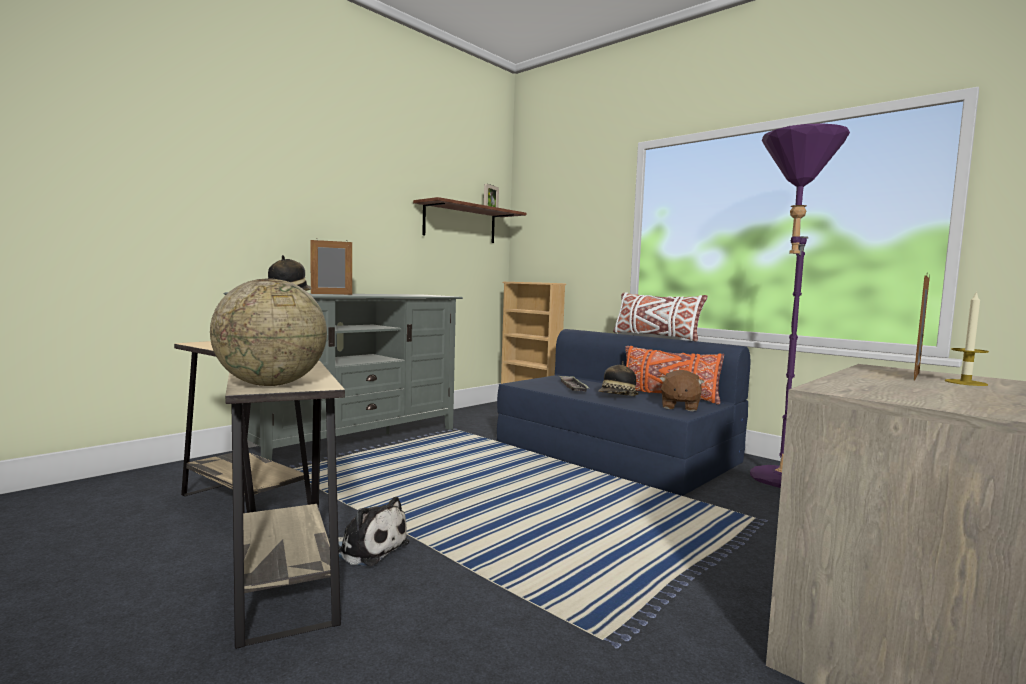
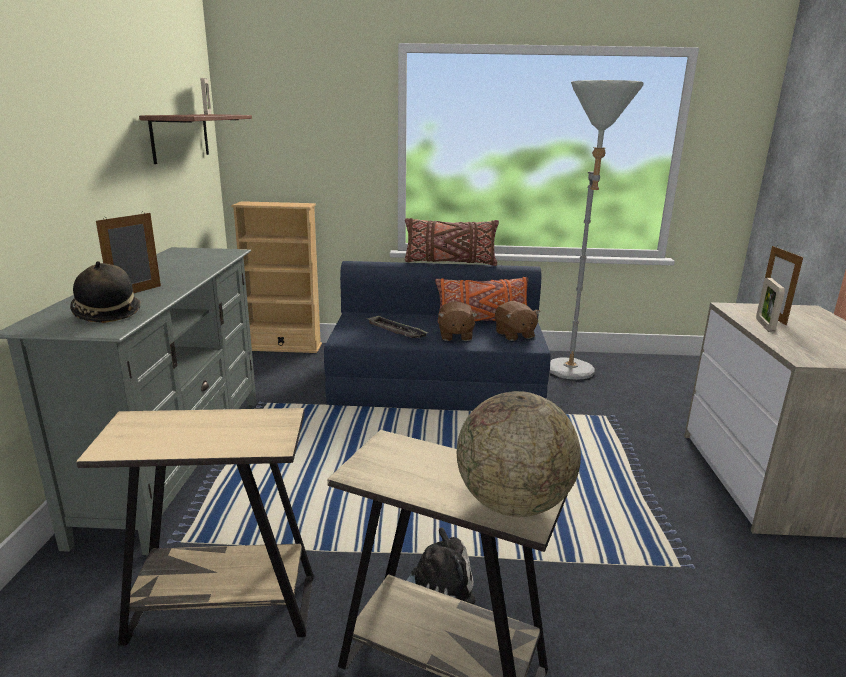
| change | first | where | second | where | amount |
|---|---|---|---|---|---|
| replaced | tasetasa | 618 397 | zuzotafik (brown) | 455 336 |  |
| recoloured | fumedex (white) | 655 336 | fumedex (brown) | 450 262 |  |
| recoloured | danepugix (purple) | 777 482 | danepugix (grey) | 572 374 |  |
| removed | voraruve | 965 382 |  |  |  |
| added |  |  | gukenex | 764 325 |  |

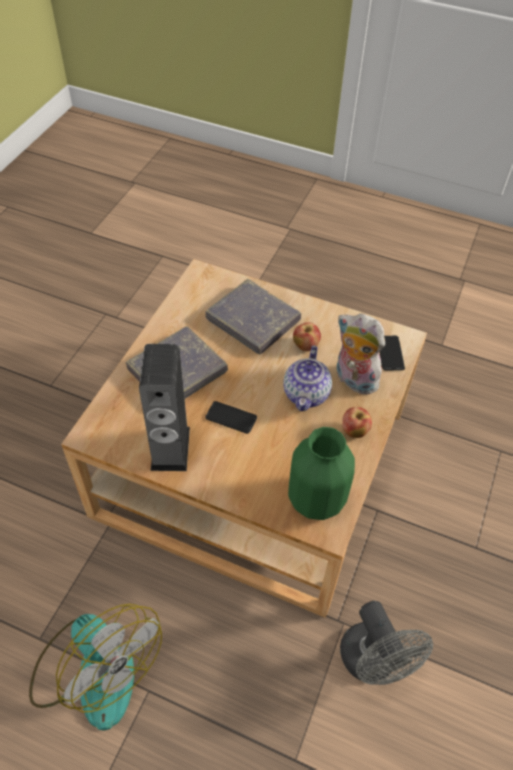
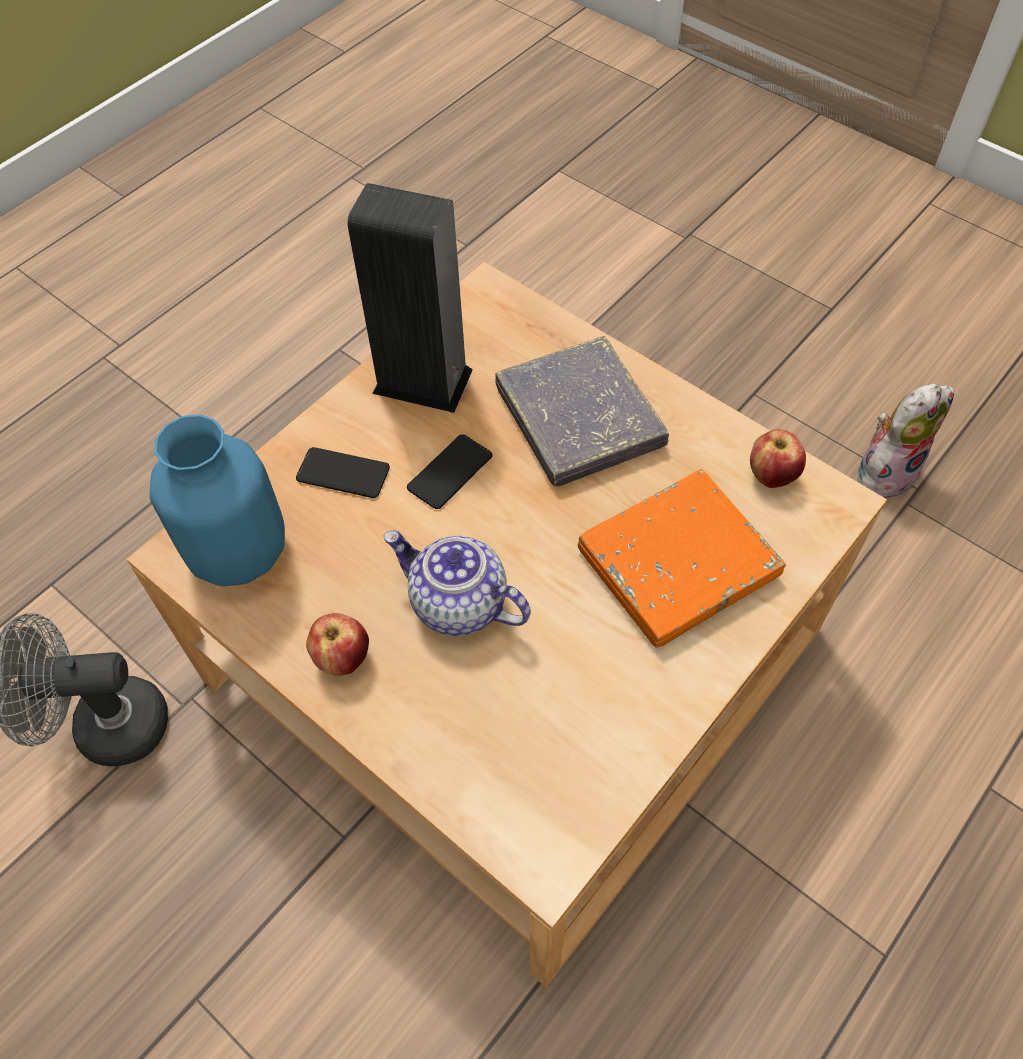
| change | first | where | second | where | amount |
|---|---|---|---|---|---|
| removed | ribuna | 95 669 |  |  |  |
| recoloured | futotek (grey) | 253 320 | futotek (orange) | 677 563 |  |
| recoloured | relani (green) | 315 498 | relani (blue) | 240 551 |  |
| moved | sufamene | 305 346 |  | 772 475 |  |
| moved | zuzotafik | 353 380 |  | 885 471 |  |
| moved | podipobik | 390 353 |  | 343 473 |  |

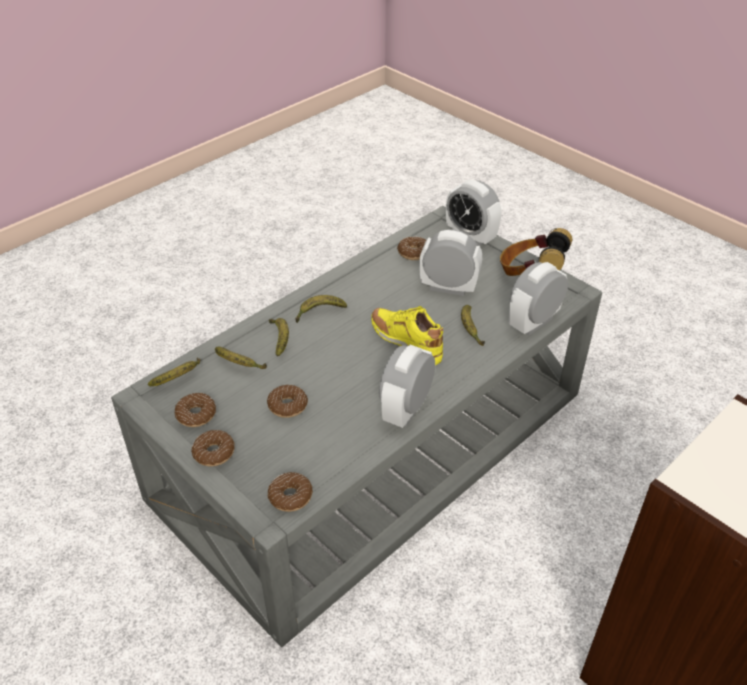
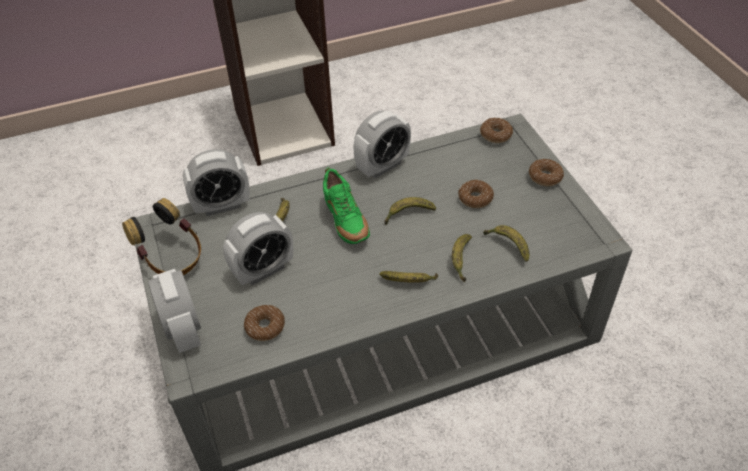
| change | first | where | second | where | amount |
|---|---|---|---|---|---|
| moved | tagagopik | 178 378 |  | 408 214 |  |
| removed | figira | 196 414 |  |  |  |
| recoloured | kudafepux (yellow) | 406 343 | kudafepux (green) | 345 223 |  |
| turned | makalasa | 448 288 |  | 263 270 | 75 degrees counterclockwise |

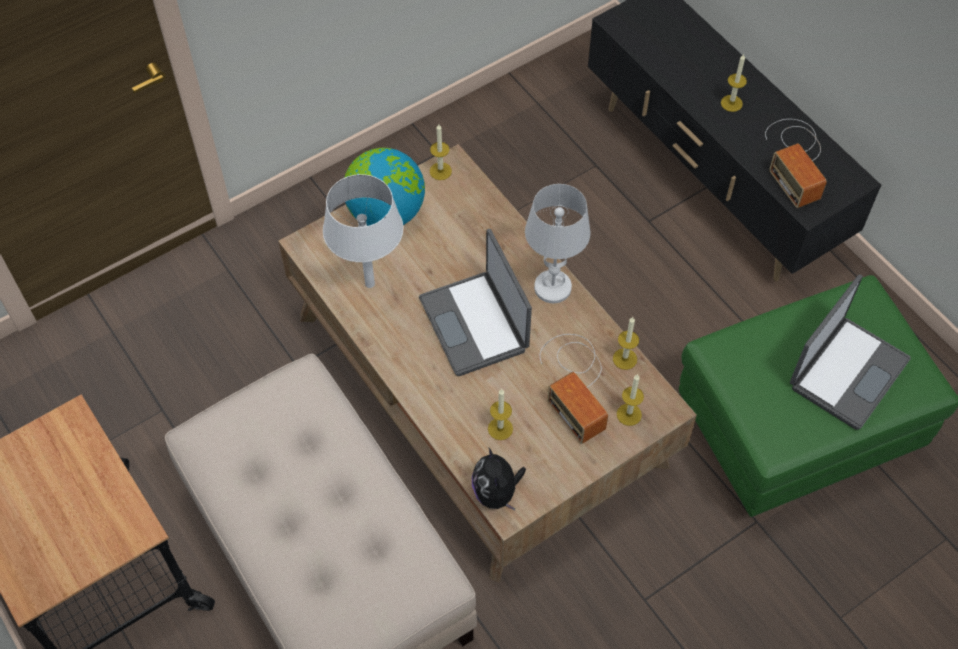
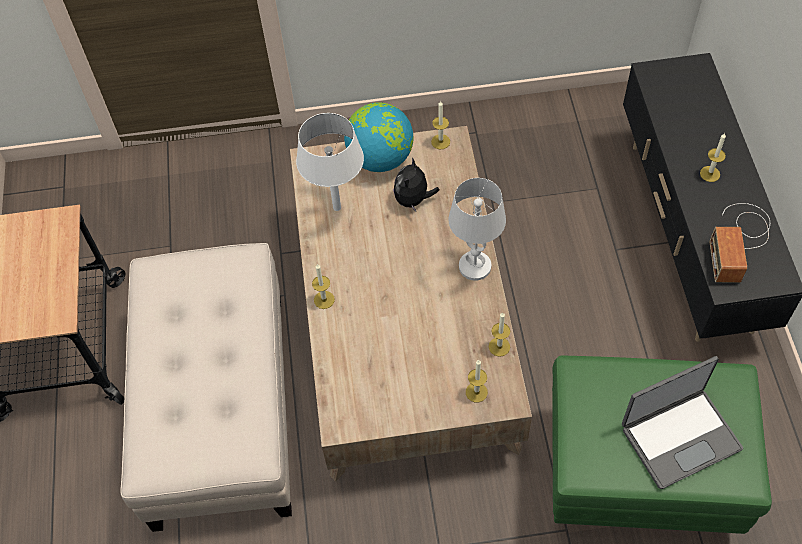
| change | first | where | second | where | amount |
|---|---|---|---|---|---|
| removed | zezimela | 475 324 |  |  |  |
| moved | zuzotafik | 496 493 |  | 413 200 |  |
| moved | voraruve | 500 428 |  | 324 300 |  |
| removed | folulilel | 575 383 |  |  |  |

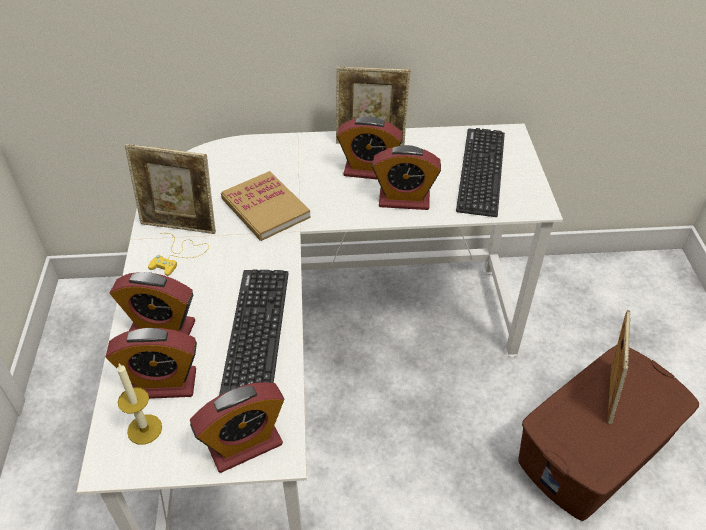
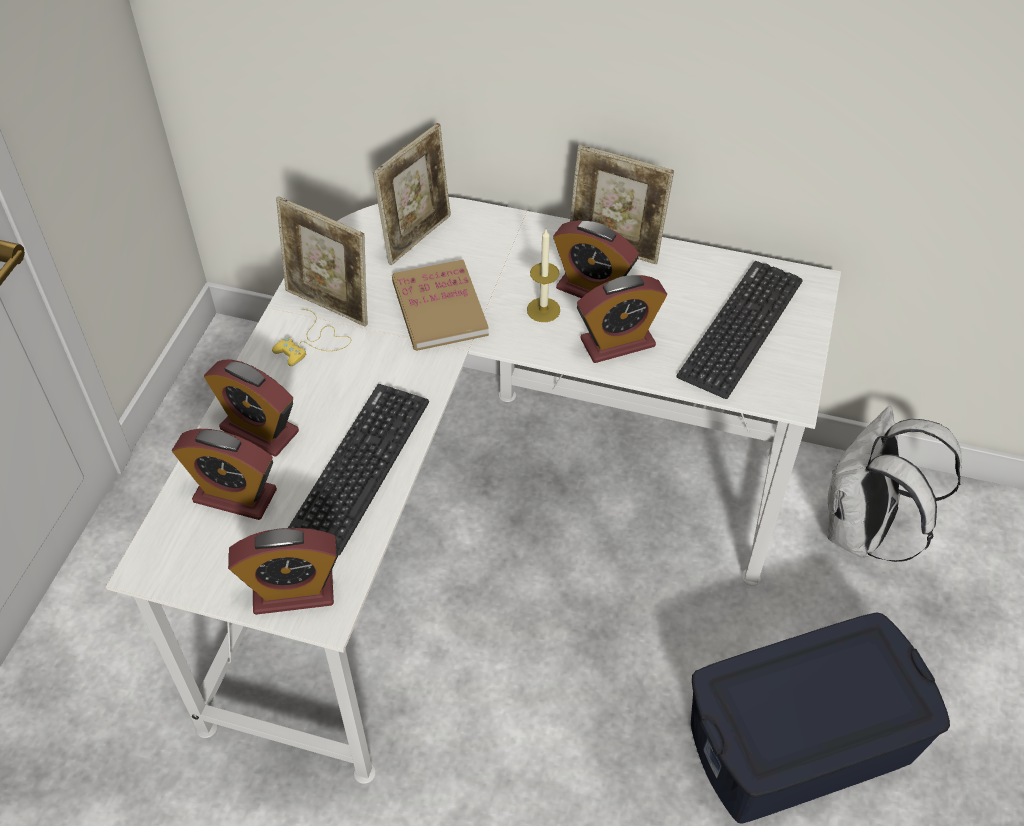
| change | first | where | second | where | amount |
|---|---|---|---|---|---|
| moved | voraruve | 144 429 |  | 543 310 |  |
| turned | makalasa | 404 200 |  | 617 343 | 45 degrees counterclockwise |
| recoloured | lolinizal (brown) | 595 450 | lolinizal (blue) | 801 743 |  |
| moved | gukenex | 607 393 |  | 417 237 |  |
| added |  |  | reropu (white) | 862 532 |  |

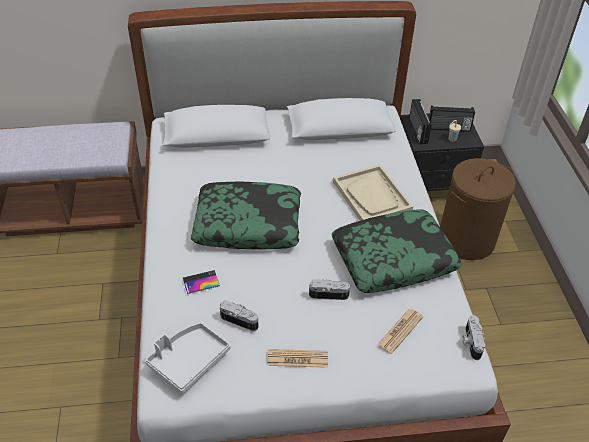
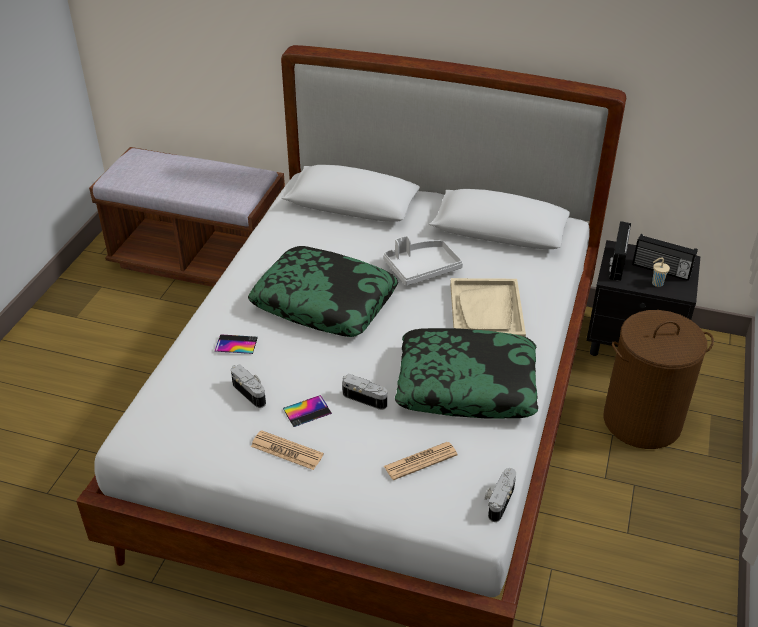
| change | first | where | second | where | amount |
|---|---|---|---|---|---|
| moved | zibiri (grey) | 188 361 |  | 421 269 |  |
| added |  |  | podipobik | 307 411 |  |

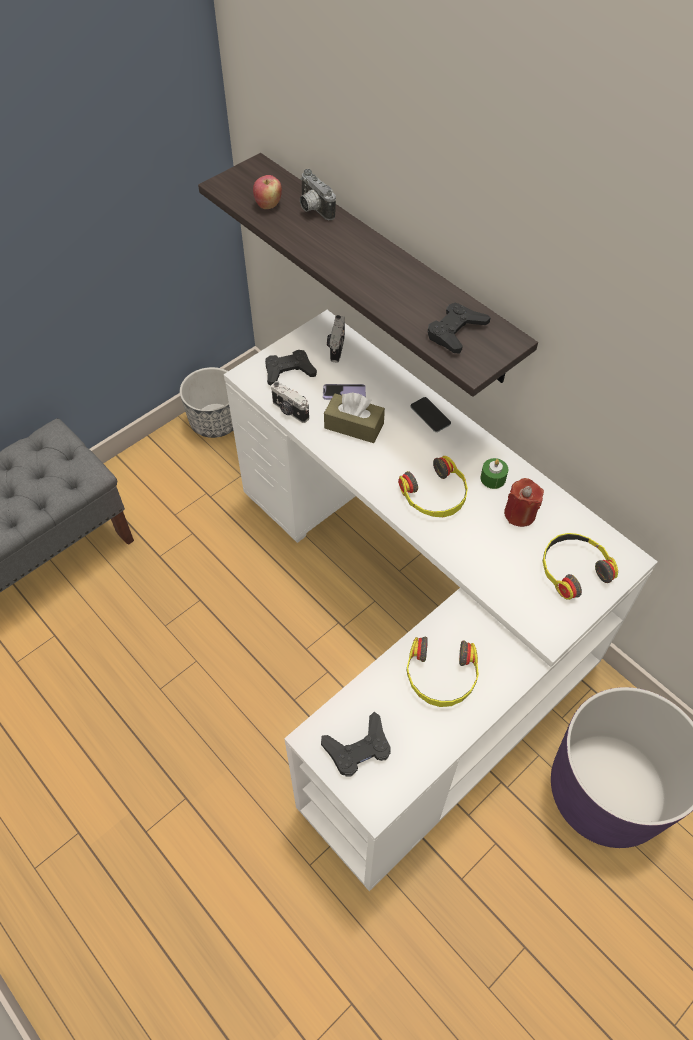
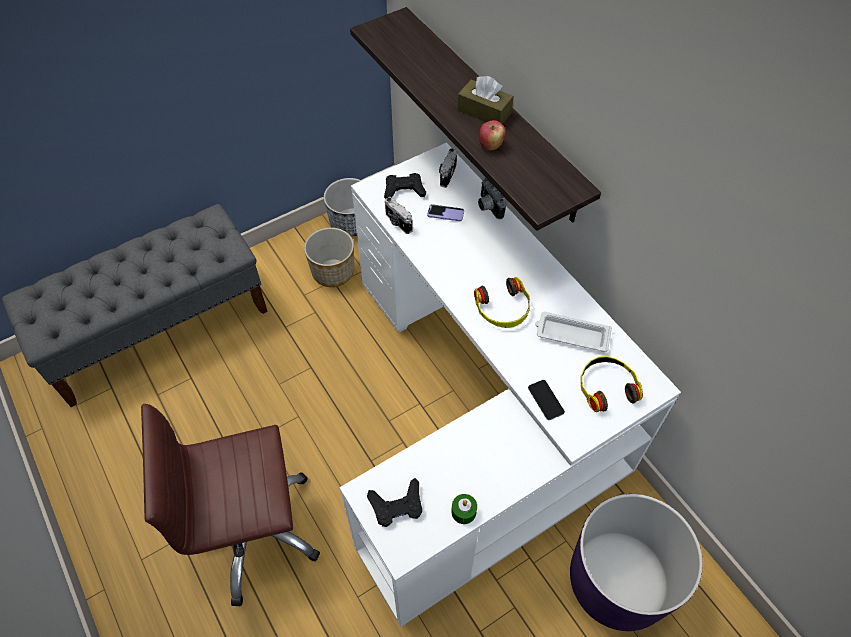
| change | first | where | second | where | amount |
|---|---|---|---|---|---|
| moved | sufamene | 268 205 |  | 490 145 |  |
| moved | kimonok | 313 209 |  | 487 207 |  |
| moved | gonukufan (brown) | 354 426 |  | 484 111 |  |
| removed | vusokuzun | 441 676 |  |  |  |
| moved | podipobik | 430 415 |  | 546 400 |  |
| removed | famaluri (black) | 455 332 |  |  |  |
| moved | voraruve (green) | 493 478 |  | 463 512 |  |
| replaced | voraruve (red) | 520 514 | zibiri (white) | 571 334 |  |
| added |  |  | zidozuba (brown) | 252 531 |  |
| added |  |  | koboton | 332 272 |  |

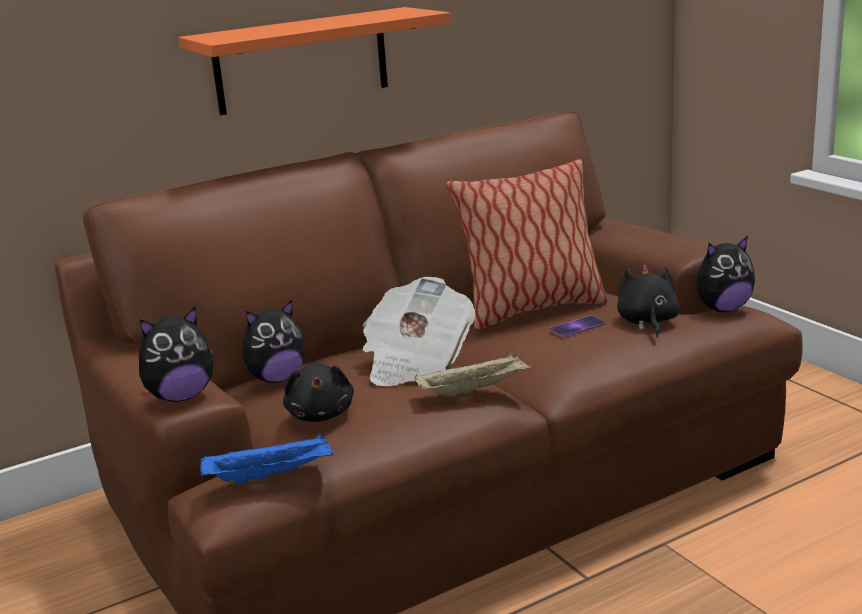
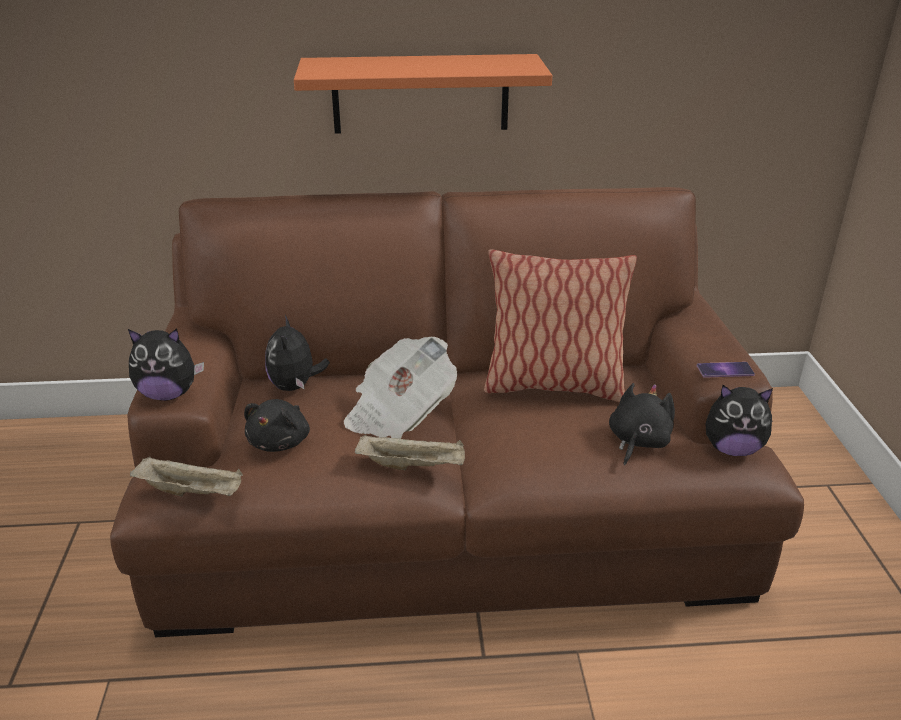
| change | first | where | second | where | amount |
|---|---|---|---|---|---|
| recoloured | zibiri (blue) | 271 476 | zibiri (beige) | 192 491 |  |
| turned | zuzotafik | 277 378 |  | 295 386 | 90 degrees clockwise |
| moved | podipobik | 577 327 |  | 725 370 |  |

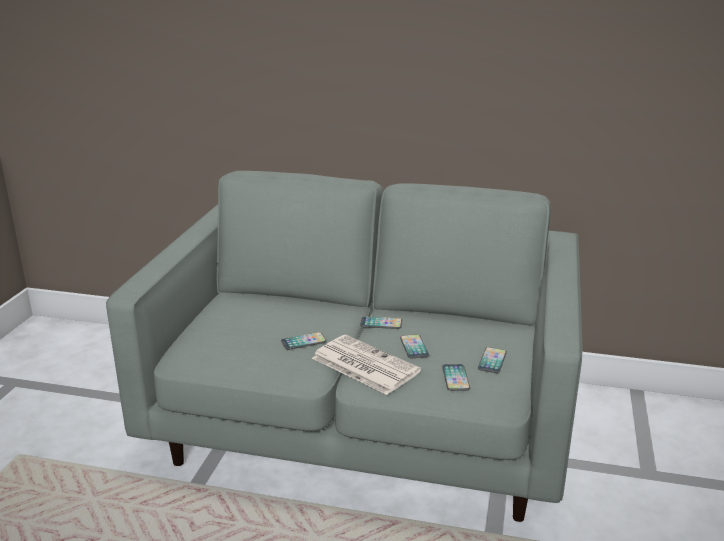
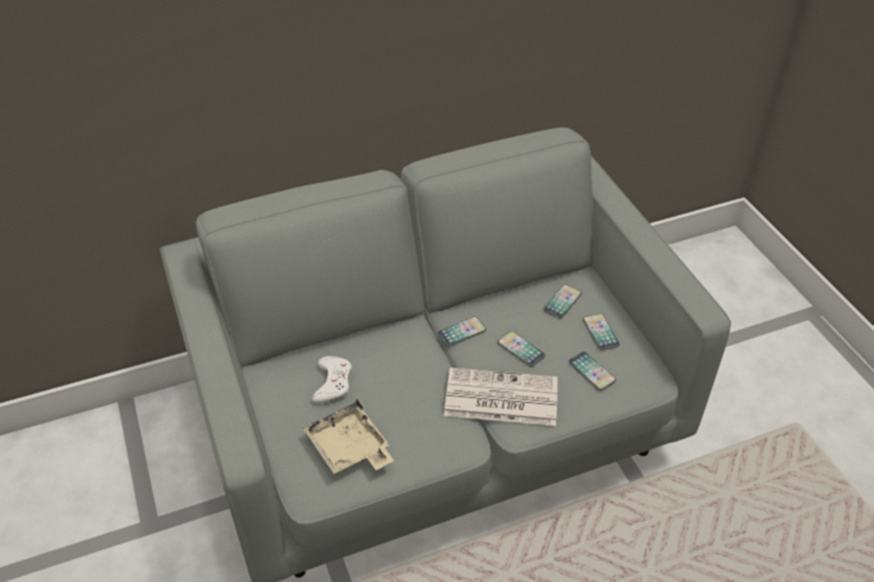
| change | first | where | second | where | amount |
|---|---|---|---|---|---|
| moved | podipobik | 303 342 |  | 562 302 |  |
| added |  |  | zibiri (beige) | 349 448 |  |
| added |  |  | famaluri (white) | 333 383 |  |

